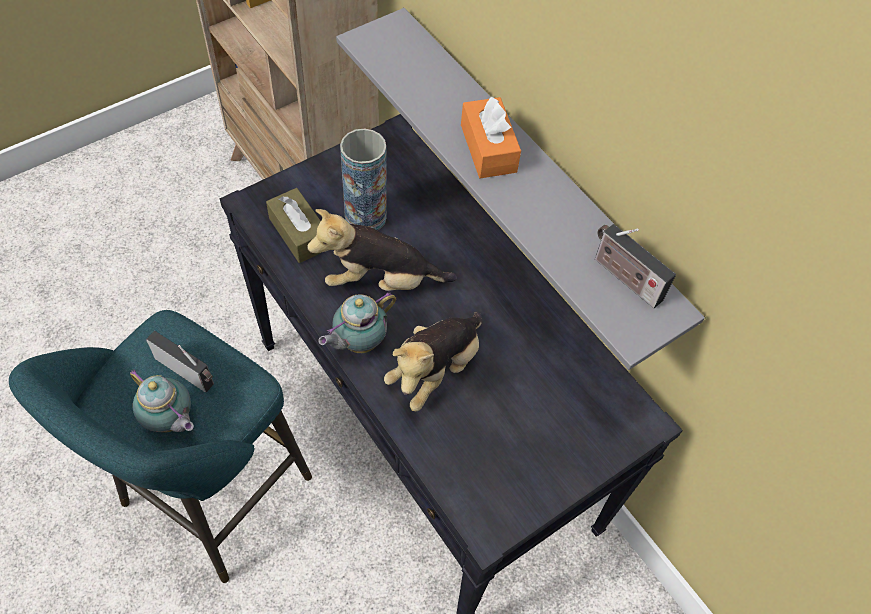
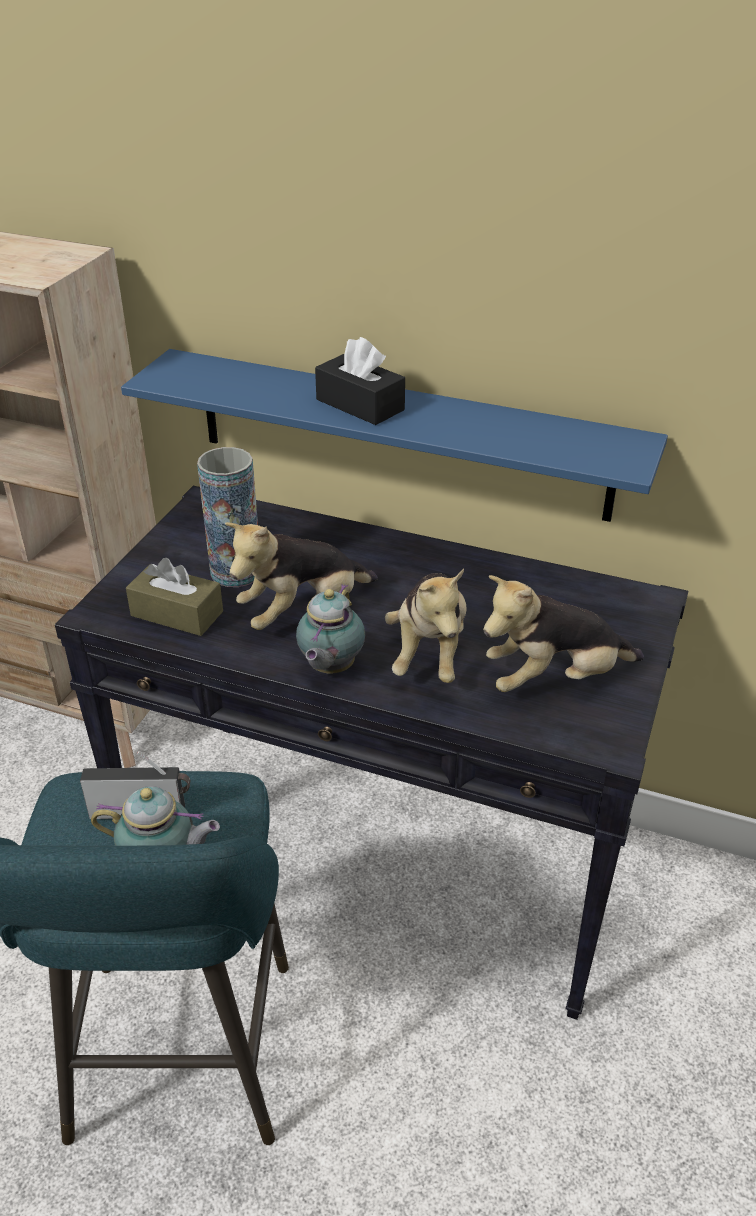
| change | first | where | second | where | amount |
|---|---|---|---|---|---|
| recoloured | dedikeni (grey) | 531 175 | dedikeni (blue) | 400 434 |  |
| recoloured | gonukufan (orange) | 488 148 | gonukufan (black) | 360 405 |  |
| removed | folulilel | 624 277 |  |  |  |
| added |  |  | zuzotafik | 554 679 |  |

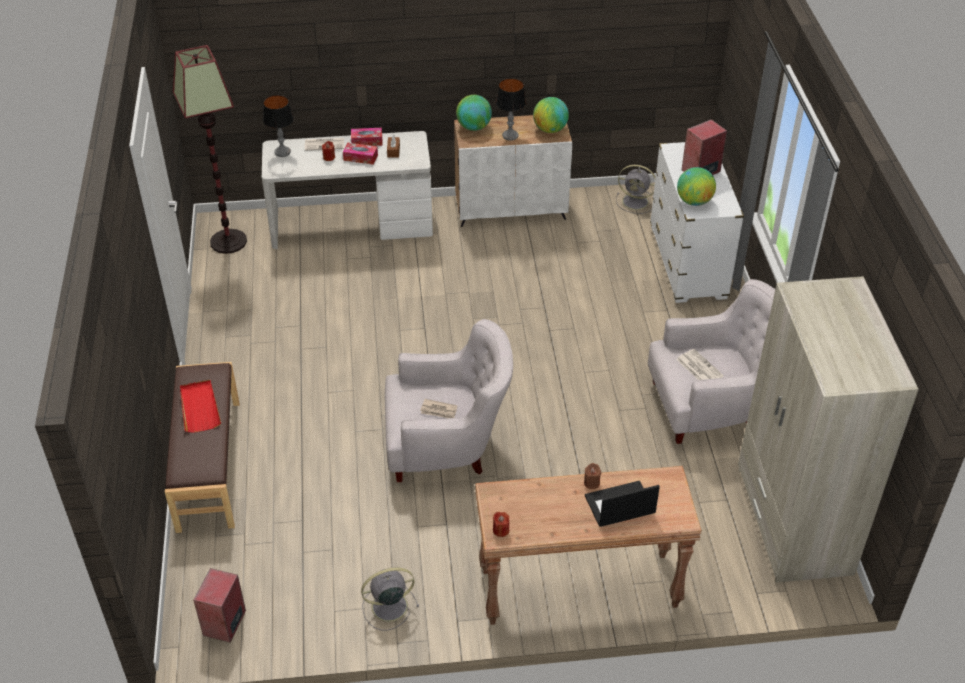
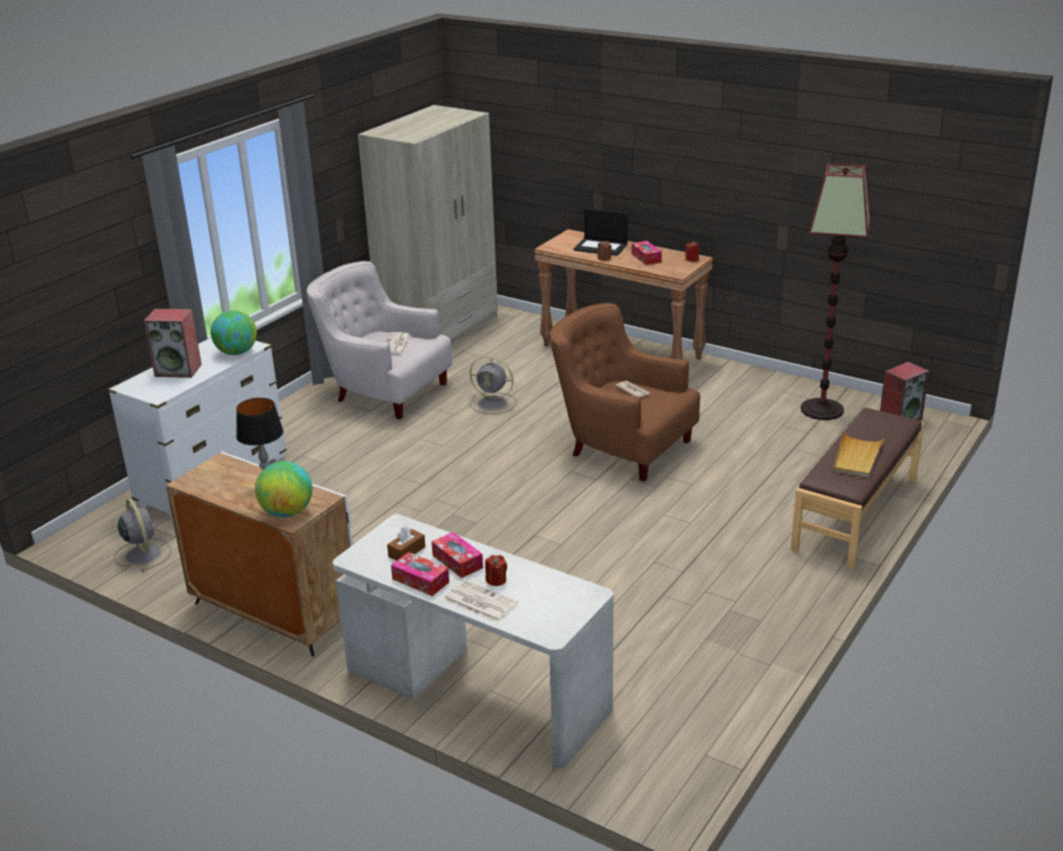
| change | first | where | second | where | amount |
|---|---|---|---|---|---|
| moved | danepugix | 228 241 |  | 821 410 |  |
| recoloured | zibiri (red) | 199 407 | zibiri (beige) | 856 457 |  |
| removed | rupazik | 282 152 |  |  |  |
| moved | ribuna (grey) | 387 607 |  | 494 403 |  |
| recoloured | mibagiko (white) | 447 445 | mibagiko (brown) | 621 446 |  |
| removed | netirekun | 550 129 |  |  |  |
| added |  |  | gonukufan | 646 258 |  |

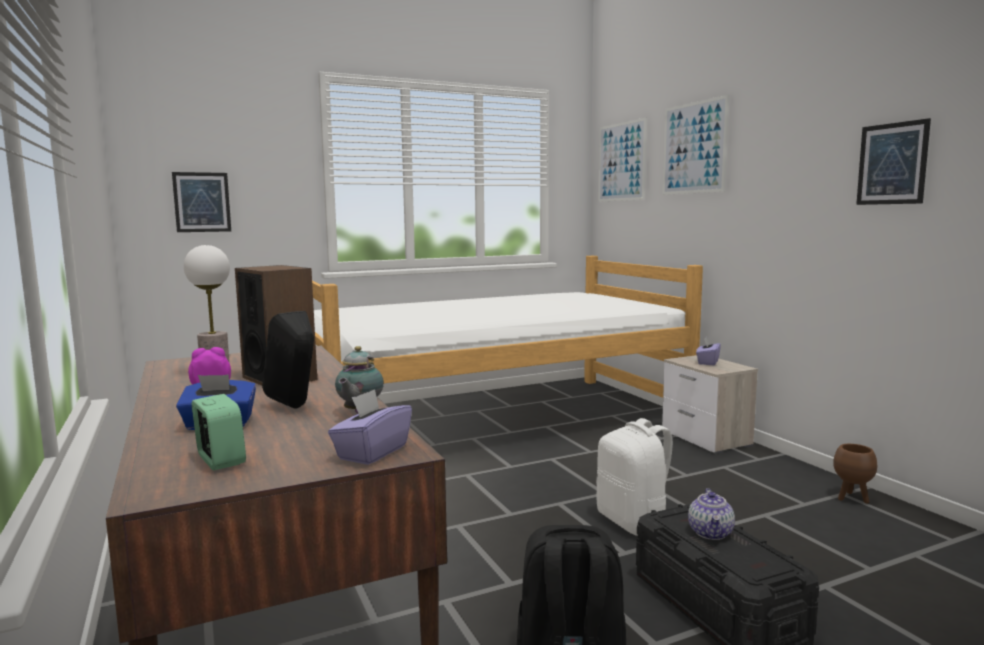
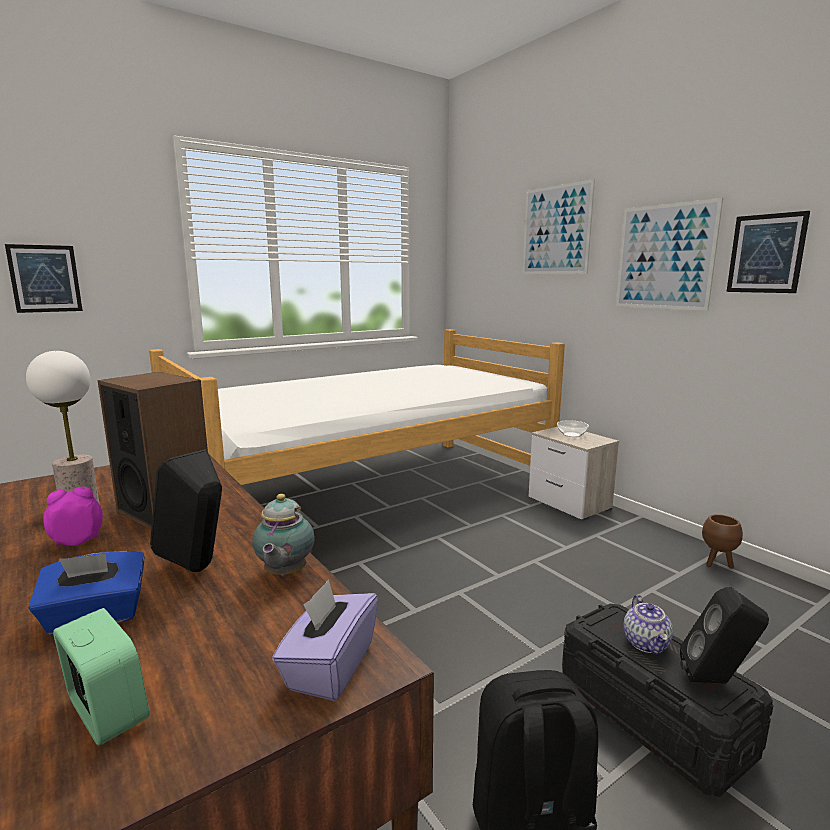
| change | first | where | second | where | amount |
|---|---|---|---|---|---|
| removed | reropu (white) | 634 522 |  |  |  |
| moved | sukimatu | 621 162 |  | 665 257 |  |
| replaced | gonukufan (purple) | 707 362 | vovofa | 572 435 |  |
| added |  |  | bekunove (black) | 717 681 |  |

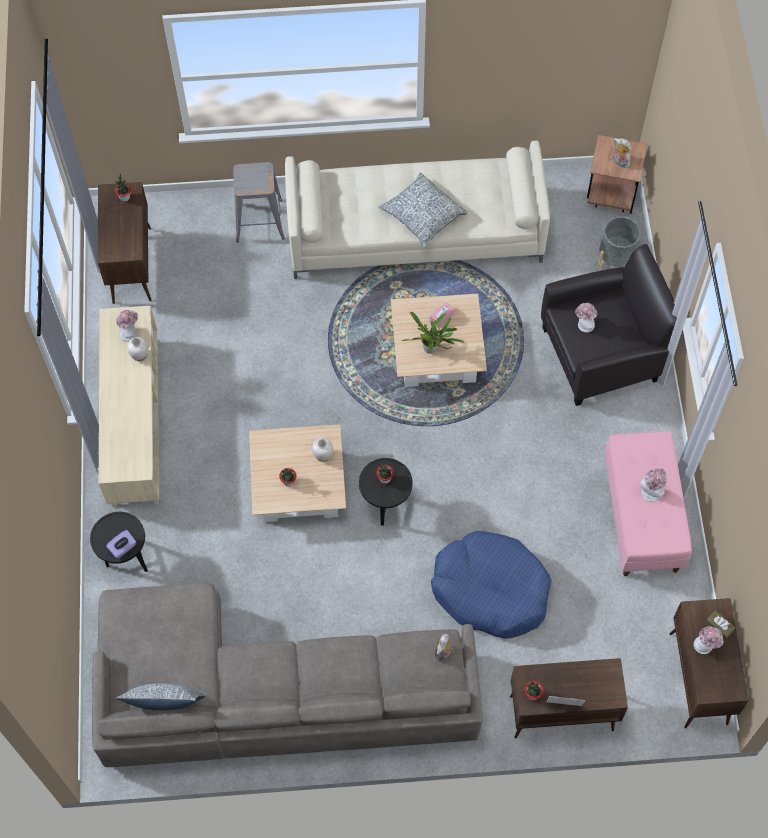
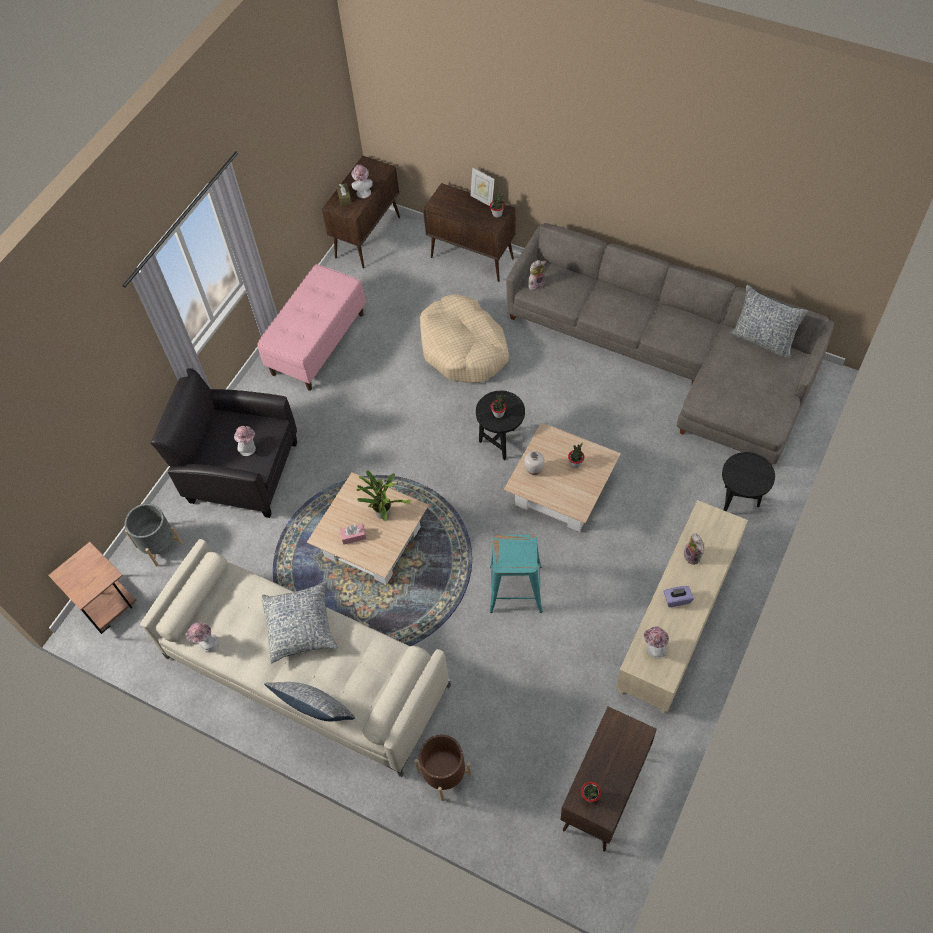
| change | first | where | second | where | amount |
|---|---|---|---|---|---|
| moved | gonukufan (purple) | 123 548 |  | 677 599 |  |
| removed | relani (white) | 140 356 |  |  |  |
| replaced | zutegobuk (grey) | 259 220 | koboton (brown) | 444 773 |  |
| recoloured | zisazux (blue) | 490 590 | zisazux (beige) | 464 348 |  |
| moved | zuzotafik | 619 162 |  | 693 556 |  |
| moved | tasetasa | 651 491 |  | 207 644 |  |
| added |  |  | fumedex | 315 711 |  |
| added |  |  | zutegobuk (turquoise) | 515 589 |  |

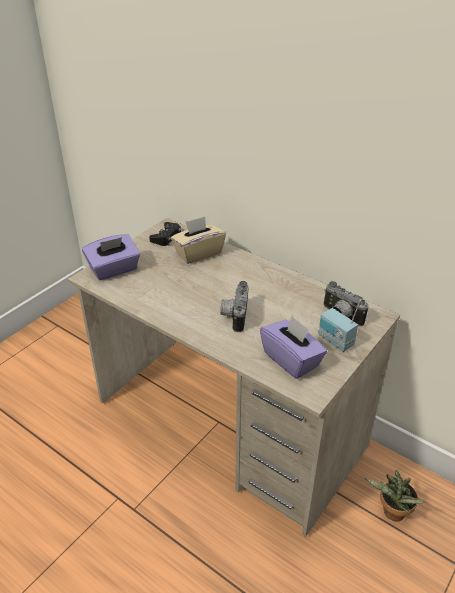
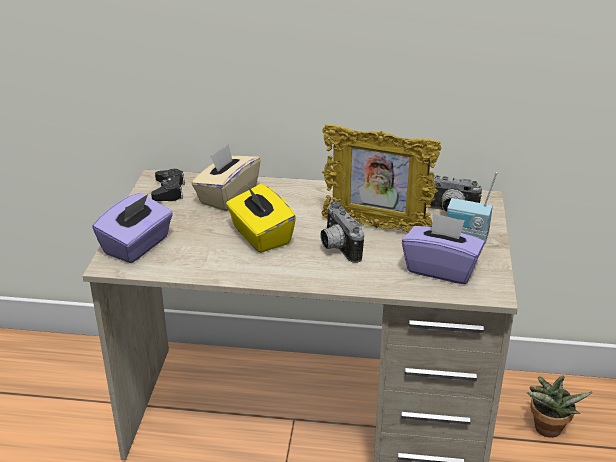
| change | first | where | second | where | amount |
|---|---|---|---|---|---|
| added |  |  | gonukufan (yellow) | 260 236 |  |
| added |  |  | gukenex | 376 227 |  |

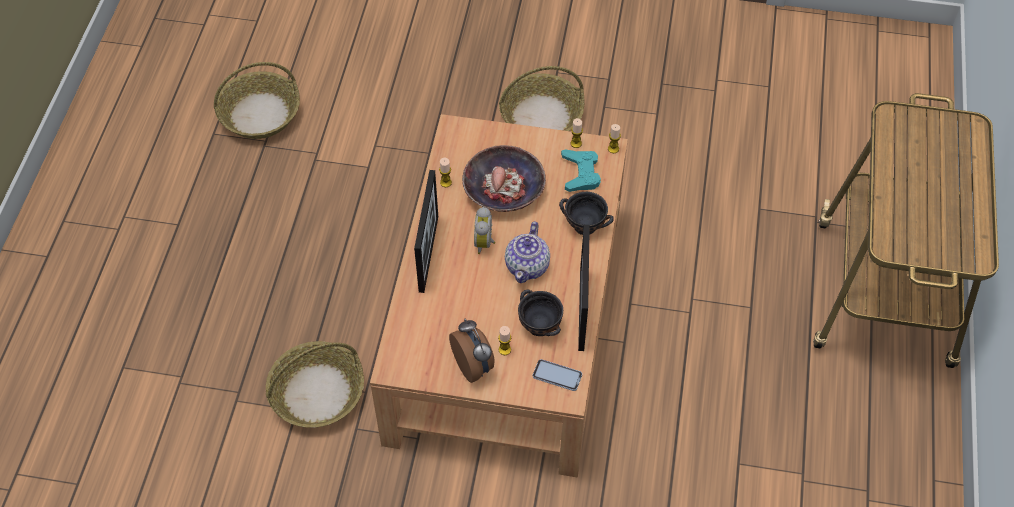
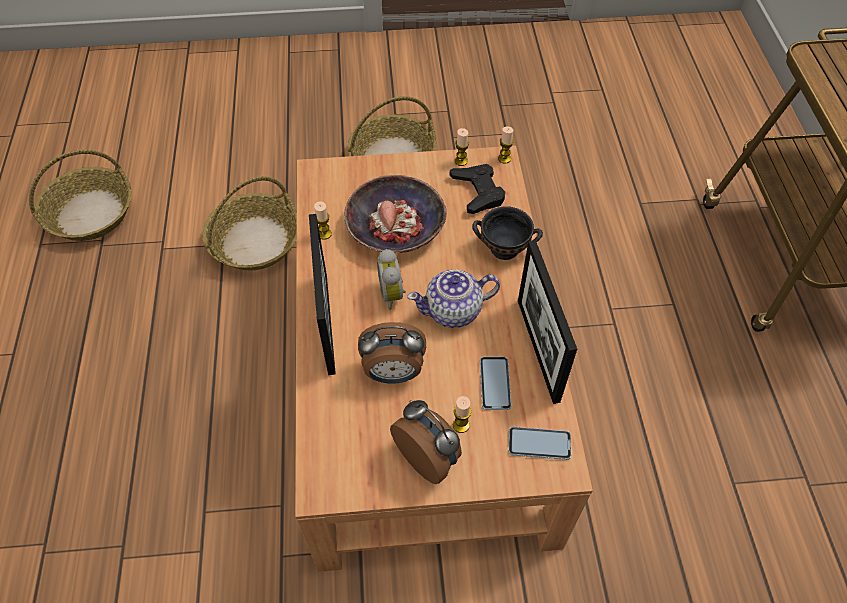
| change | first | where | second | where | amount |
|---|---|---|---|---|---|
| moved | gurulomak | 317 392 |  | 255 241 |  |
| turned | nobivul | 528 266 |  | 454 311 | 75 degrees clockwise |
| replaced | vovofa (black) | 540 326 | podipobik | 495 384 |  |
| recoloured | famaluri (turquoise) | 580 173 | famaluri (black) | 478 192 |  |
| added |  |  | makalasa | 393 373 |  |

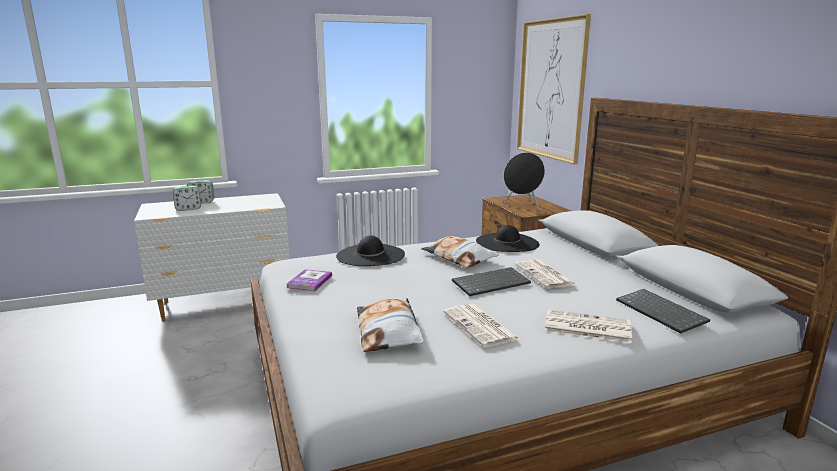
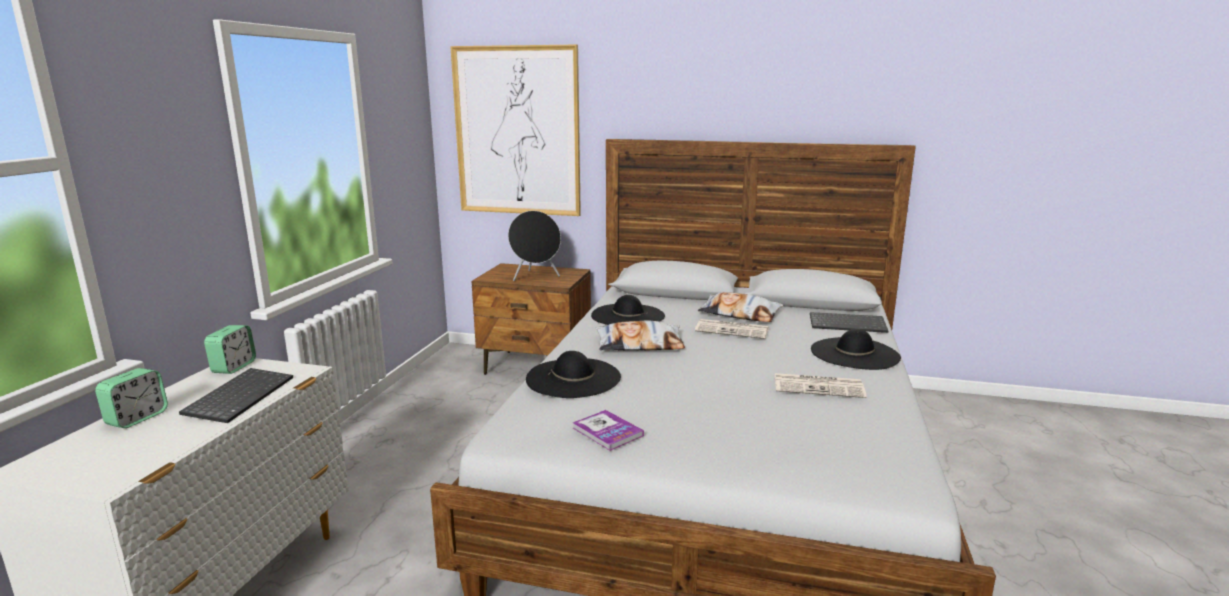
| change | first | where | second | where | amount |
|---|---|---|---|---|---|
| moved | makalasa | 188 209 |  | 234 367 |  |
| moved | fumedex | 389 331 |  | 739 314 |  |
| moved | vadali | 491 283 |  | 239 396 |  |
| replaced | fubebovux | 586 327 | tasetasa (black) | 854 353 |  |

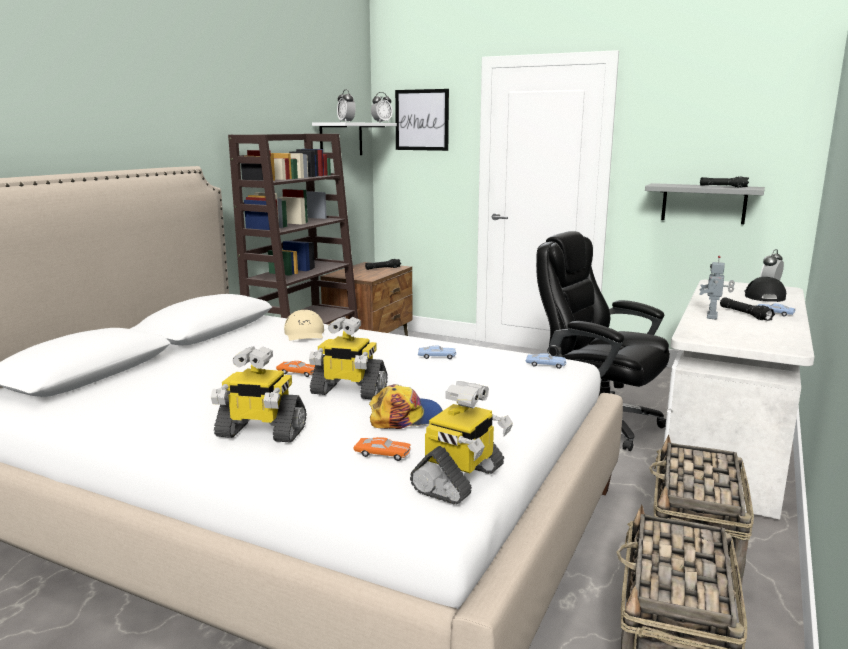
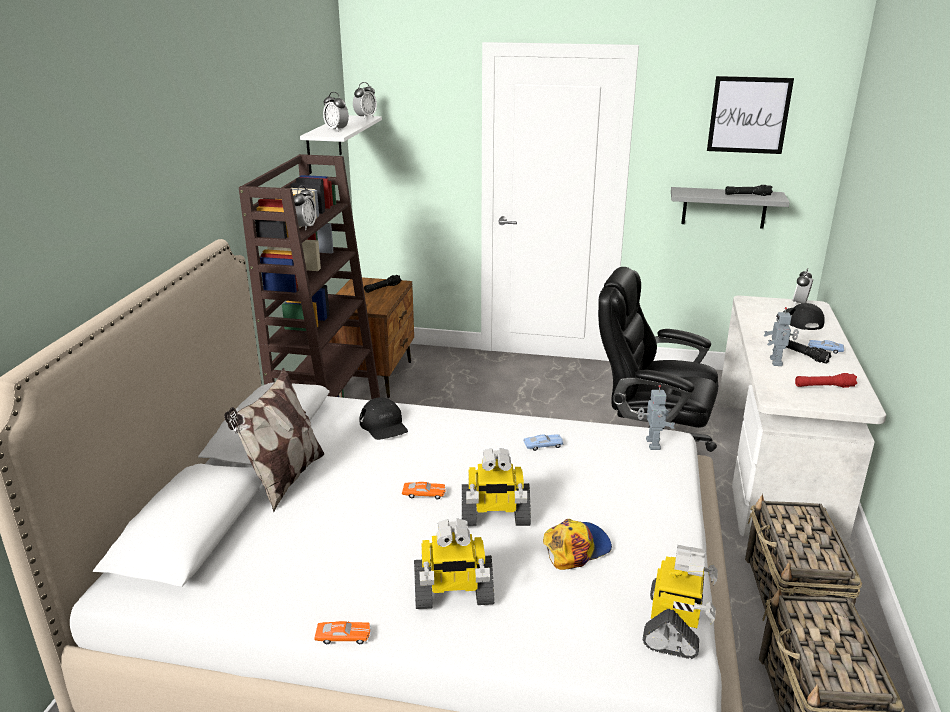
| change | first | where | second | where | amount |
|---|---|---|---|---|---|
| recoloured | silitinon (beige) | 305 334 | silitinon (black) | 384 425 |  |
| moved | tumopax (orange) | 383 454 |  | 343 637 |  |
| moved | sukimatu | 422 120 |  | 749 115 |  |
| replaced | tumopax (blue) | 545 365 | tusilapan | 651 444 |  |
| added |  |  | fumedex | 284 480 |  |
| added |  |  | makalasa | 304 227 |  |
| added |  |  | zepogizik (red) | 824 386 |  |

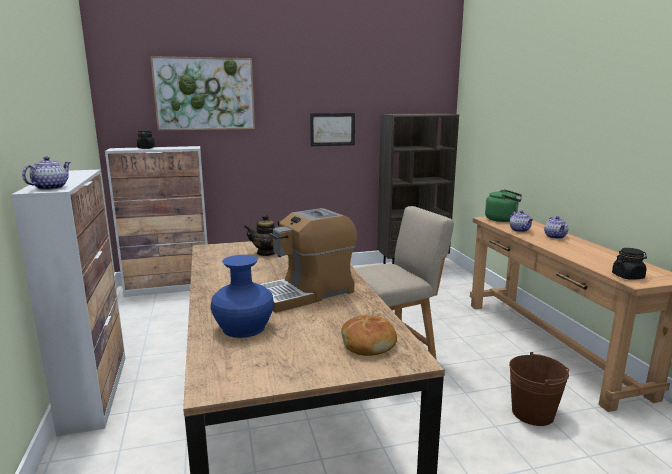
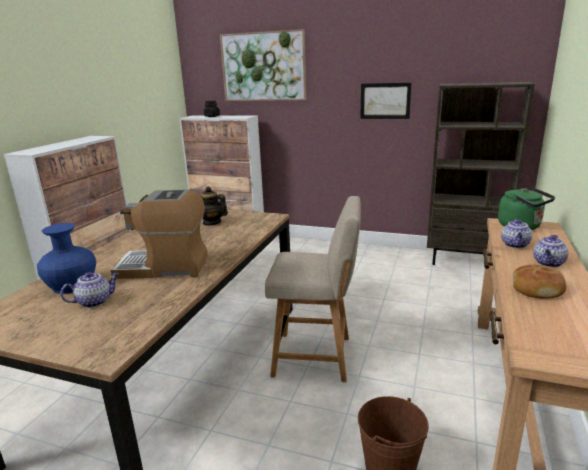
| change | first | where | second | where | amount |
|---|---|---|---|---|---|
| moved | nobivul | 51 188 |  | 95 301 |  |
| moved | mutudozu | 368 343 |  | 537 289 |  |
| removed | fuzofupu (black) | 628 276 |  |  |  |

